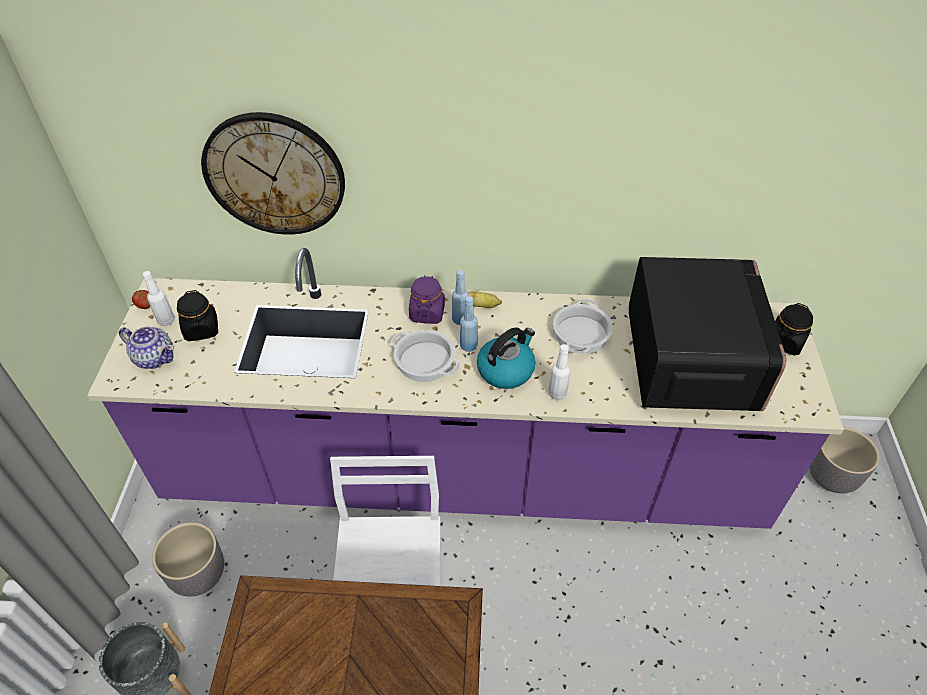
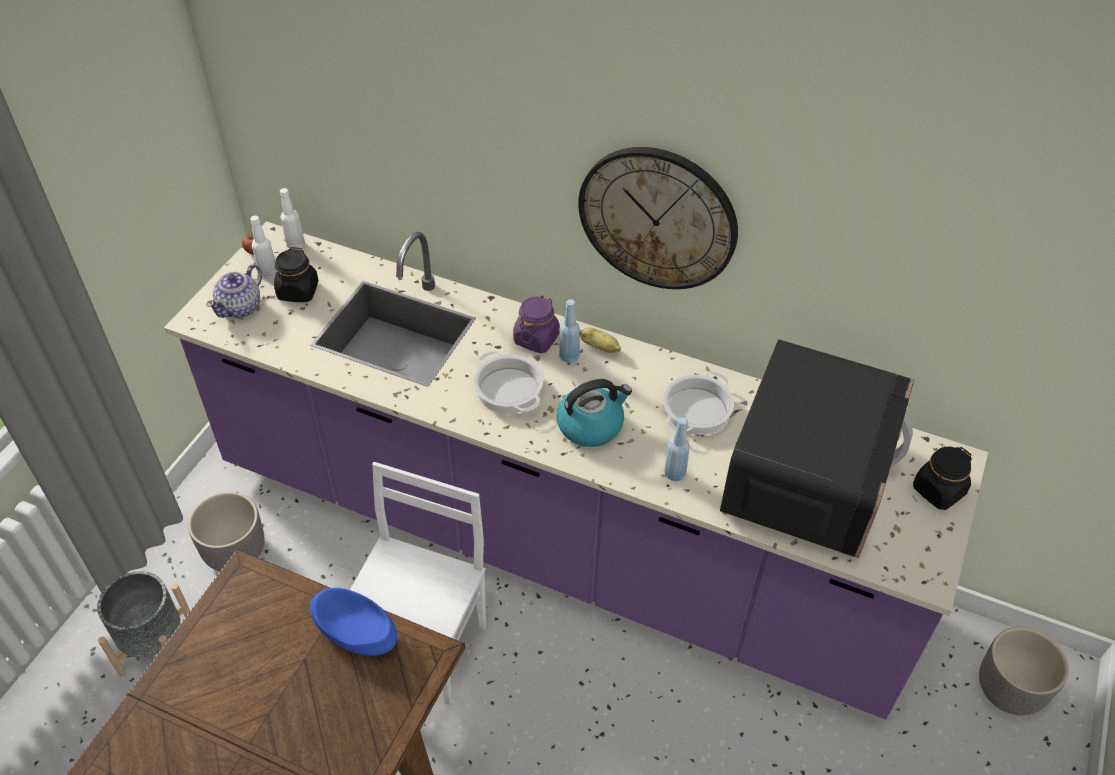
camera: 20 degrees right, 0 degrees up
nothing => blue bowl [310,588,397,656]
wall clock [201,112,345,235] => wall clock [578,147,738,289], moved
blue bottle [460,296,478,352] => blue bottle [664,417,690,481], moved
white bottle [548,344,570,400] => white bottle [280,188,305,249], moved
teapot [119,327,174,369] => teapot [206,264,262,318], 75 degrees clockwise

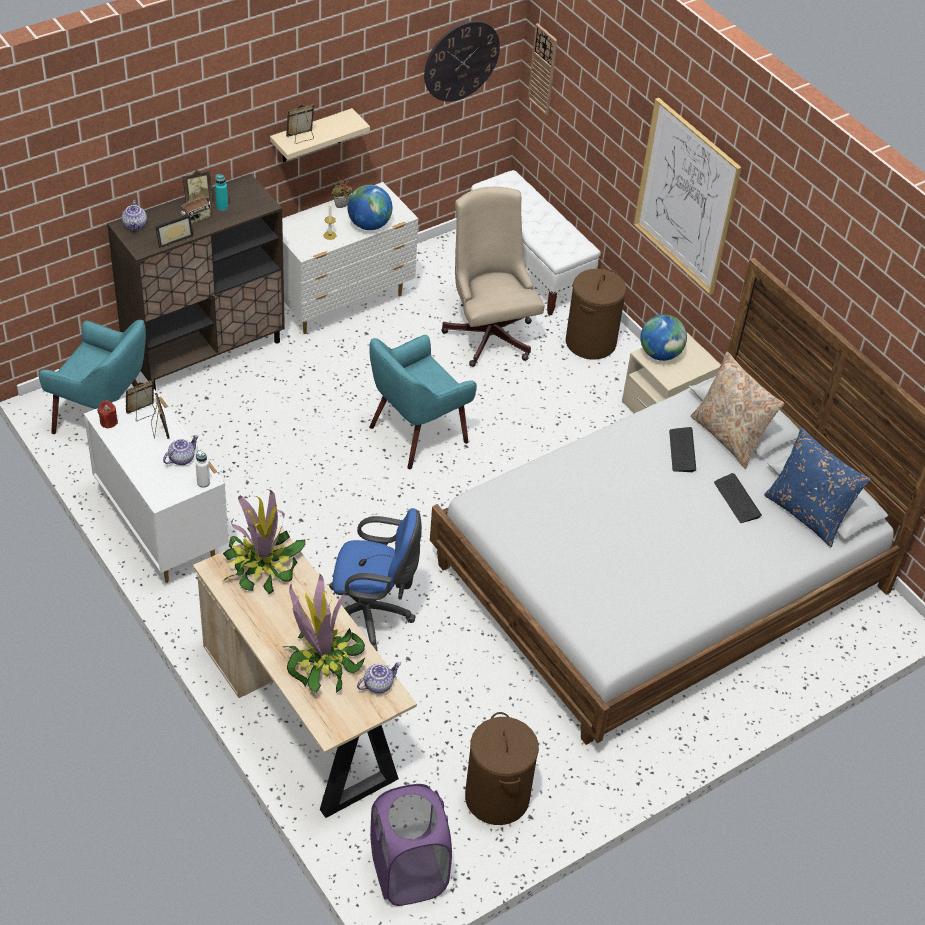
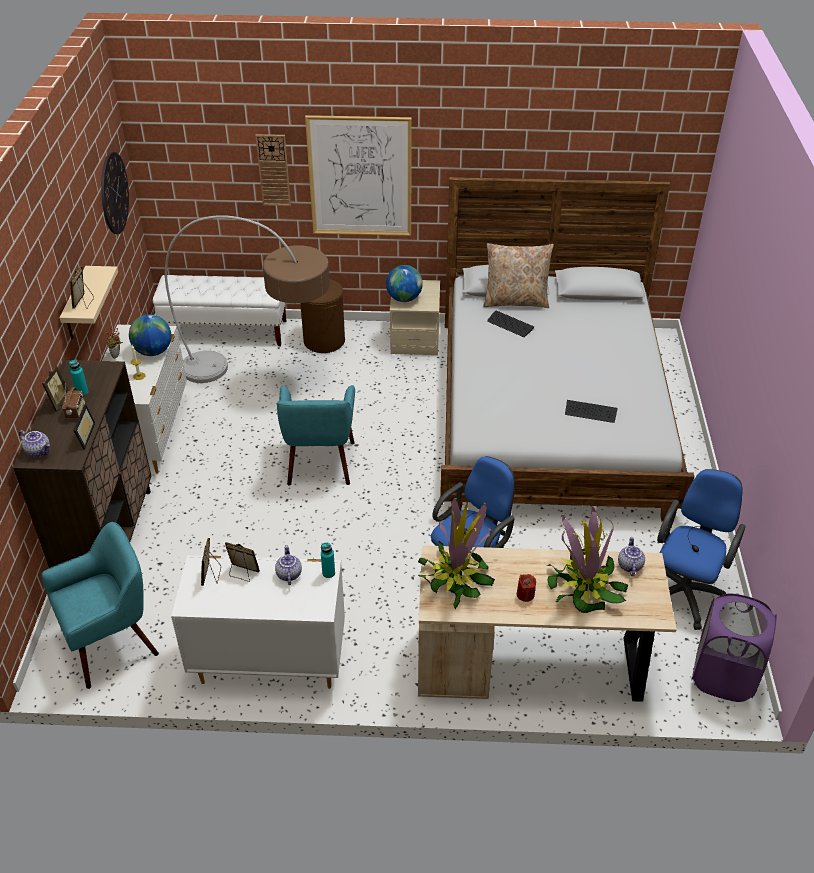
camera: 50 degrees left, 5 degrees down
blue pillow [764,428,871,547] => nothing
red candle [97,400,118,428] => red candle [517,574,536,602], moved
wall clock [528,23,557,116] => wall clock [255,134,291,206], moved
keyboard [714,473,762,523] => keyboard [565,400,618,423], moved
beige office chair [441,187,545,367] => floor lamp [165,215,330,383]
brown laundry basket [465,712,539,825] => blue office chair [657,469,746,630]
white bottle [195,450,210,488] => turquoise bottle [321,542,335,578]

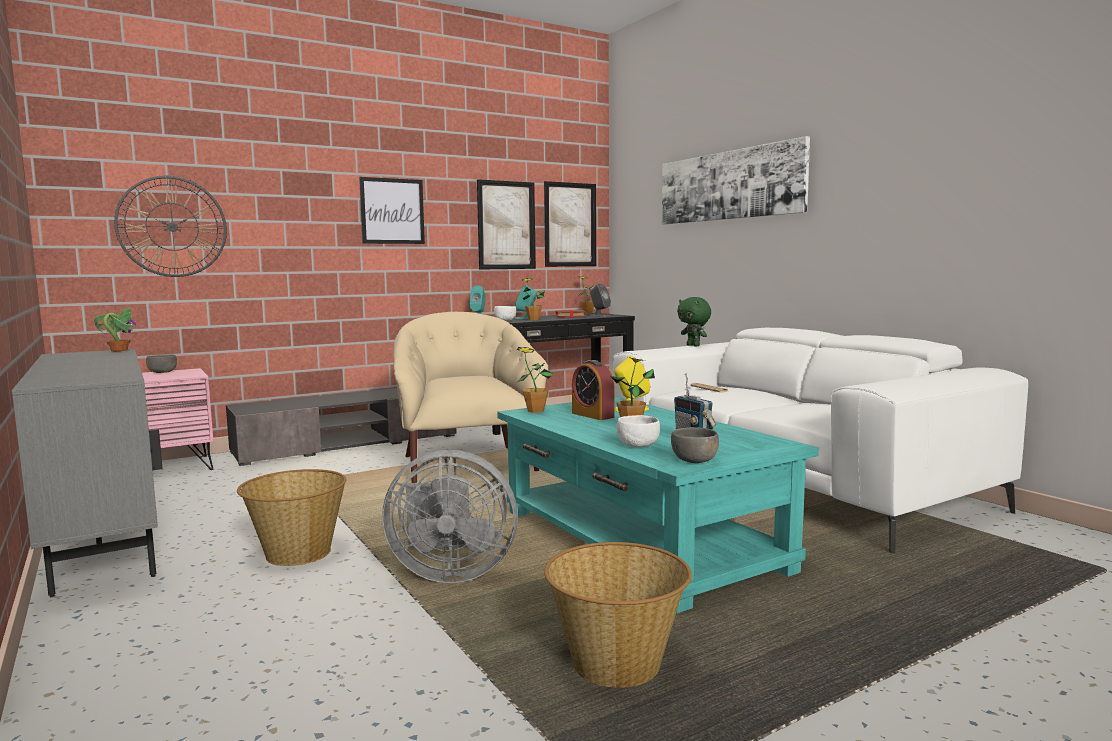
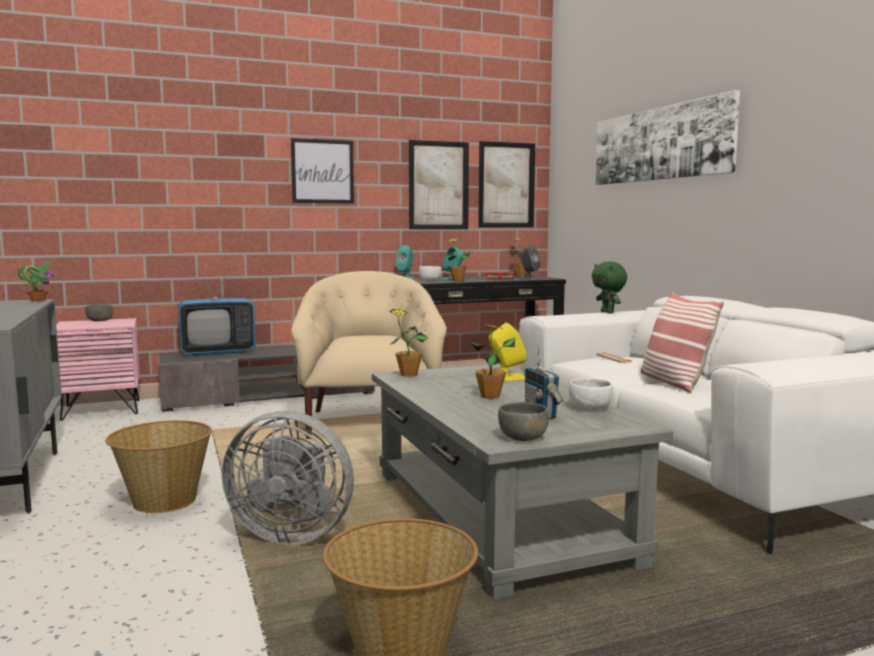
camera: 10 degrees right, 0 degrees up
wall clock [114,176,227,277] => nothing
alarm clock [572,360,614,420] => nothing
nothing => television [178,264,256,356]
nothing => pillow [641,292,724,393]
white bowl [617,415,660,447] => white bowl [569,378,613,410], moved
turquoise coffee table [497,397,819,613] => grey coffee table [372,364,673,599]

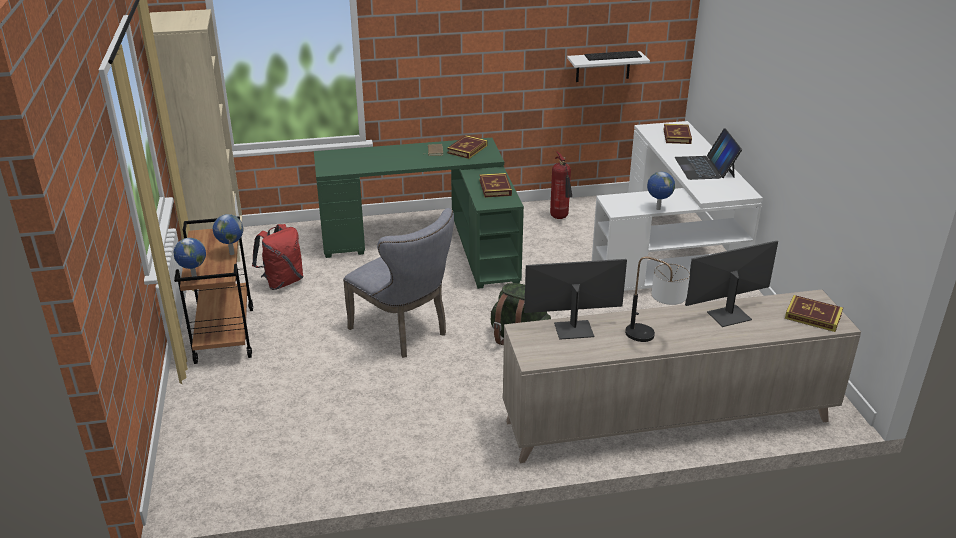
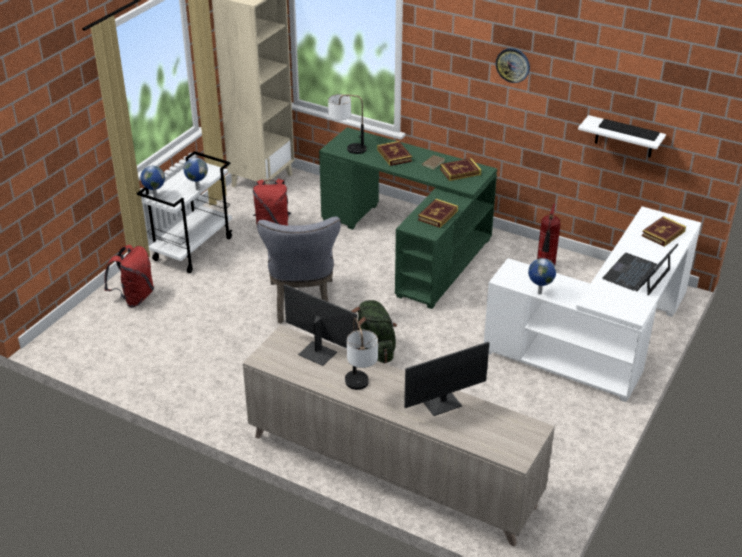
camera: 40 degrees right, 5 degrees up
nothing => red backpack [104,245,154,307]
nothing => table lamp [328,94,367,154]
nothing => wall clock [496,48,530,83]
book [785,295,843,332] => book [377,141,412,166], moved
brown cart [174,216,253,364] => white cart [137,151,233,273]
monitor [685,241,778,327] => monitor [404,342,489,416], 135 degrees clockwise

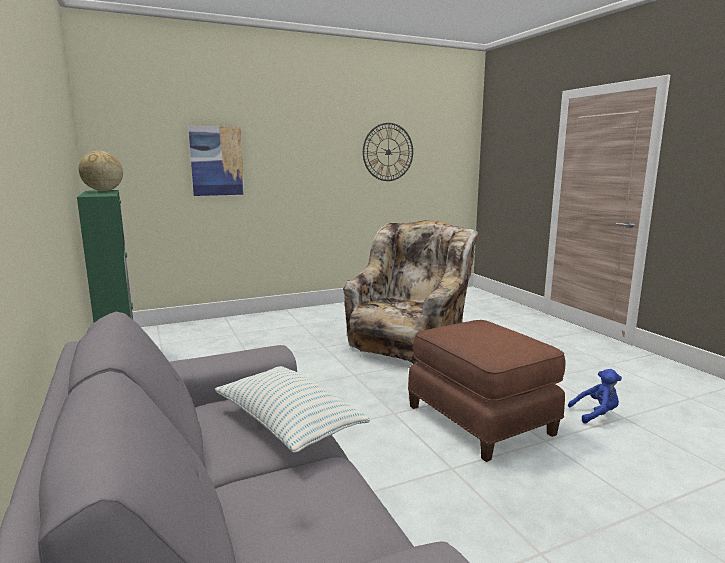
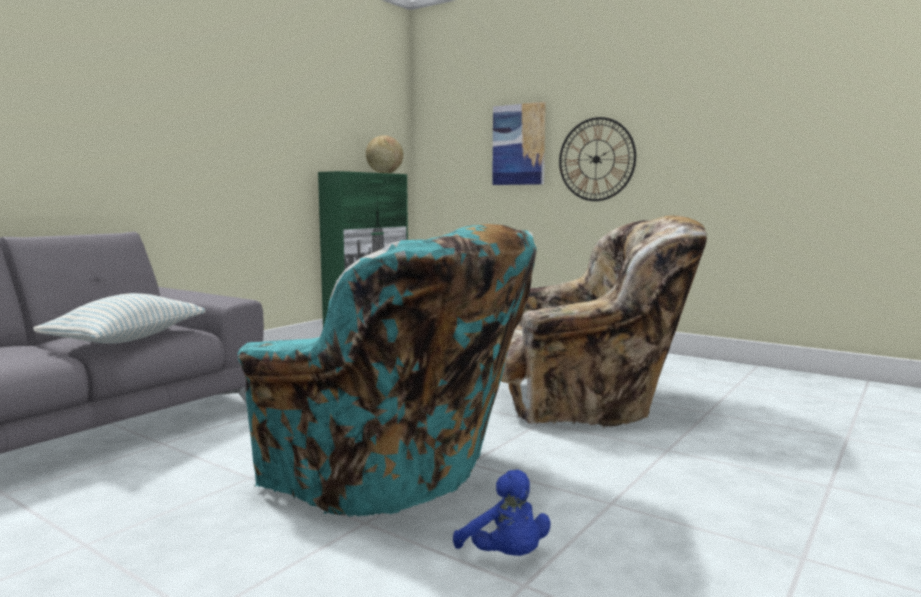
camera: 60 degrees right, 5 degrees down
wall clock [363,123,413,181] => wall clock [559,117,636,201], moved
brown ottoman [408,320,566,462] => turquoise armchair [238,224,537,517]

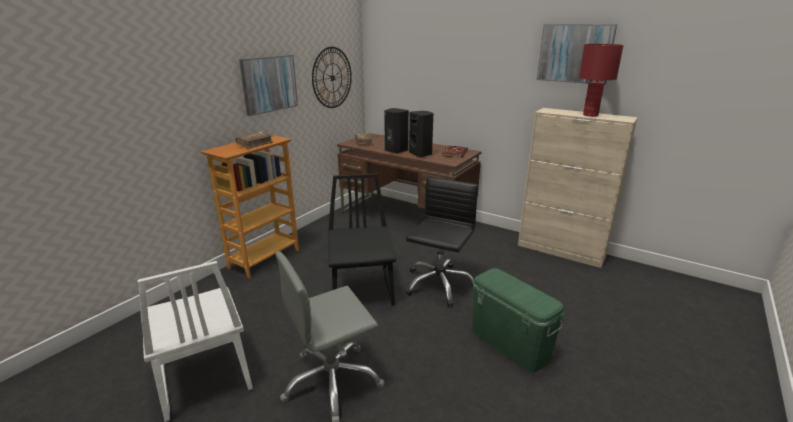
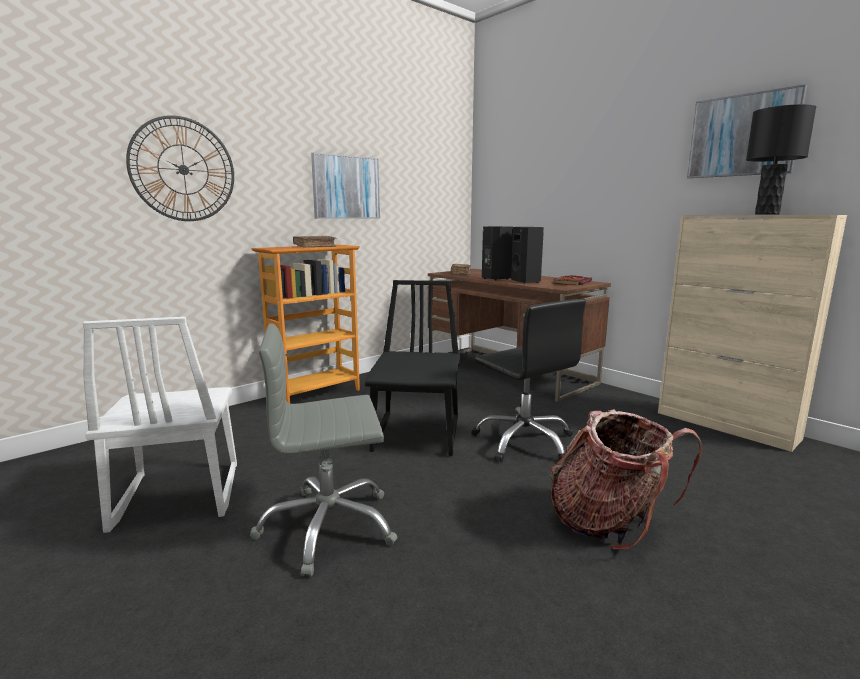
camera: 15 degrees right, 10 degrees down
wall clock [312,47,352,108] => wall clock [126,115,234,221], moved
green storage box [472,268,565,372] => backpack [550,409,703,550]
red table lamp [579,44,624,117] => black table lamp [746,104,816,215]
black office chair [405,177,479,307] => black office chair [471,299,586,462], 105 degrees clockwise

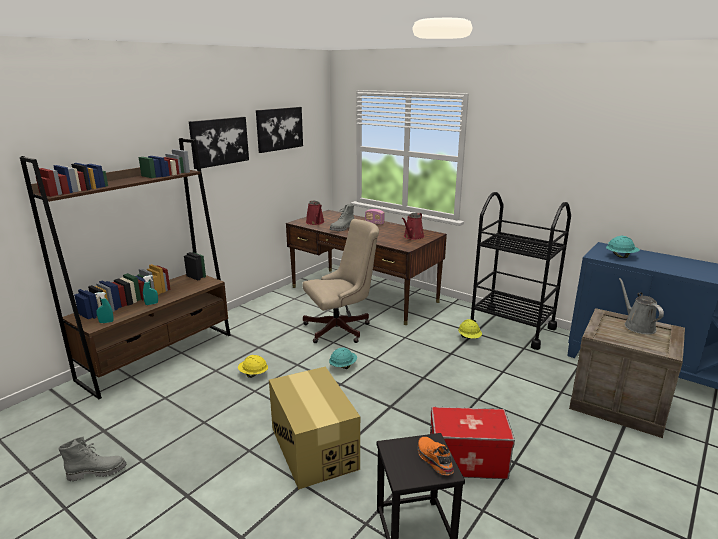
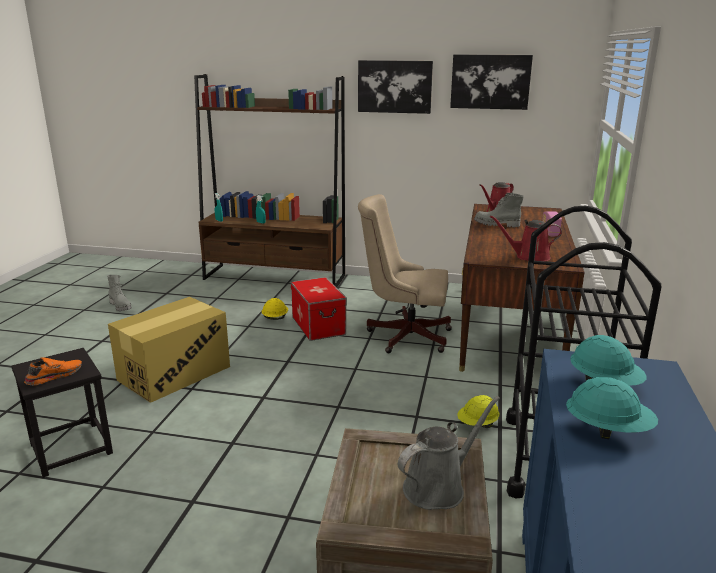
camera: 65 degrees right, 0 degrees up
turquoise hard hat [329,347,357,369] => turquoise hard hat [566,377,658,439], moved
storage box [430,407,515,479] => storage box [291,277,347,341], moved
beige office chair [303,219,379,343] => beige office chair [358,194,452,353], 150 degrees clockwise

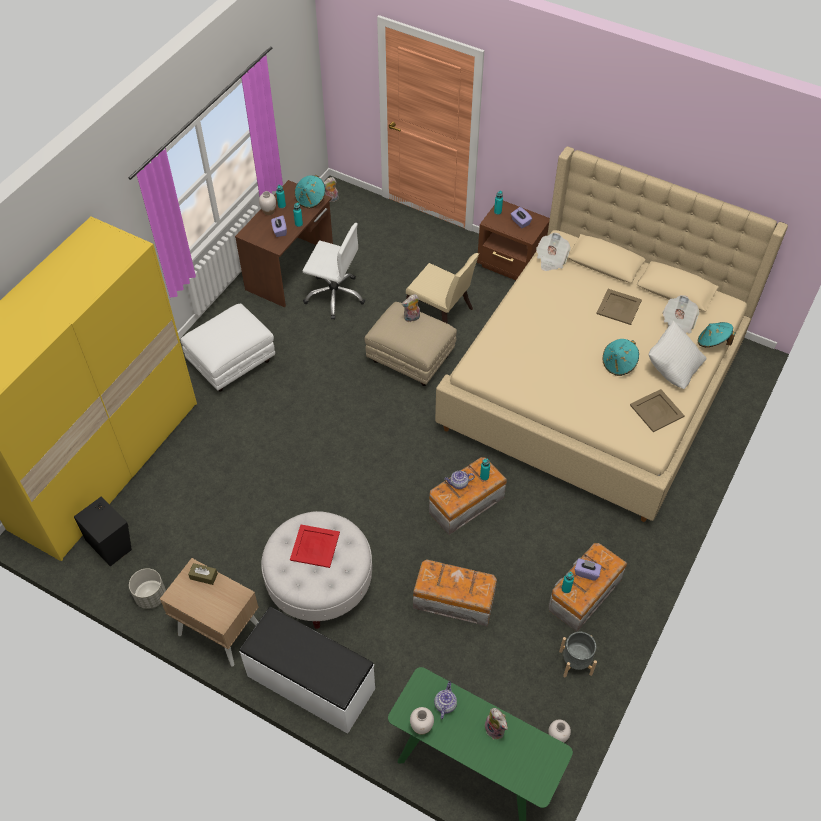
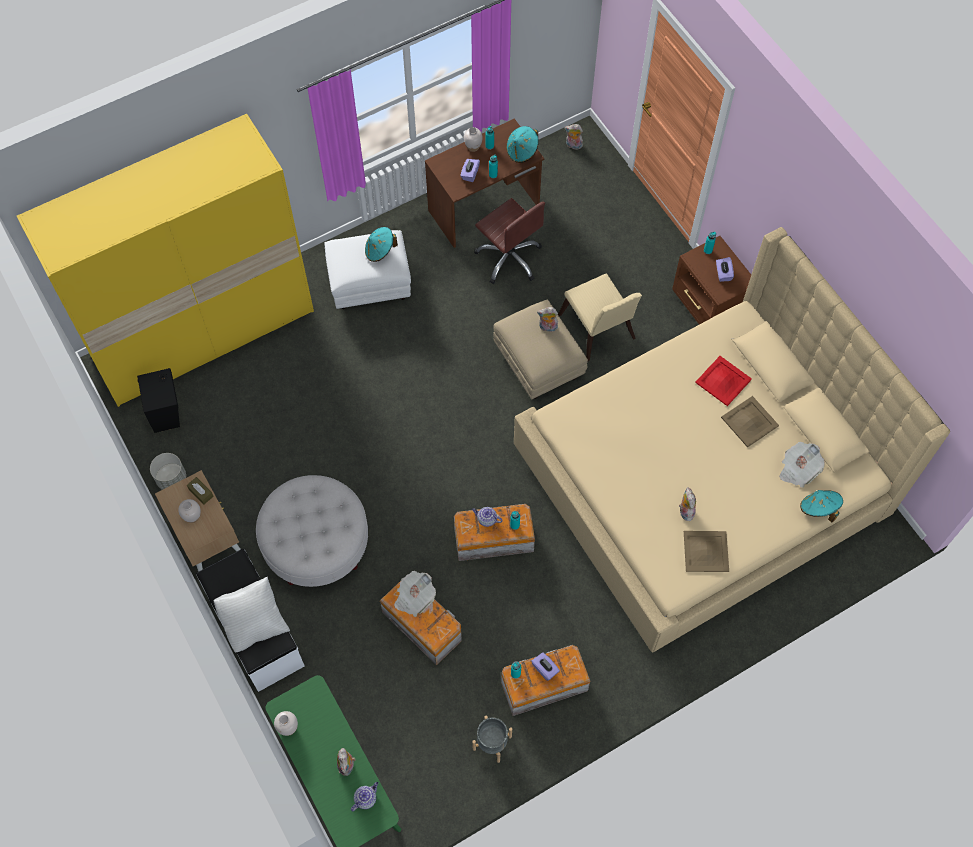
camera: 30 degrees right, 10 degrees up
nothing => plush toy [679,487,696,521]
red tray [290,525,340,568] => red tray [695,356,752,406], moved
teapot [434,681,457,719] => teapot [351,782,378,812], moved
newspaper [536,233,571,271] => newspaper [394,571,436,617], moved
white vase [548,719,571,743] => white vase [178,499,201,523], moved
turquoise hat [603,339,639,376] => turquoise hat [365,227,398,262], moved
white pillow [649,321,707,389] => white pillow [213,577,290,652], moved
white office chair [303,223,365,319] => brown office chair [474,198,545,284]

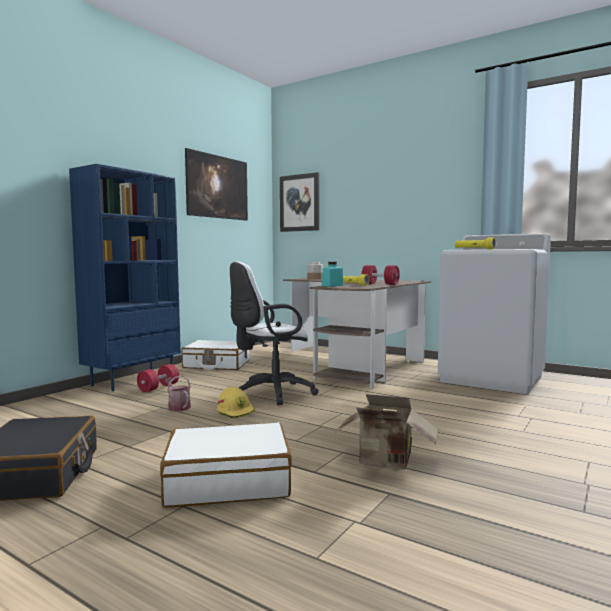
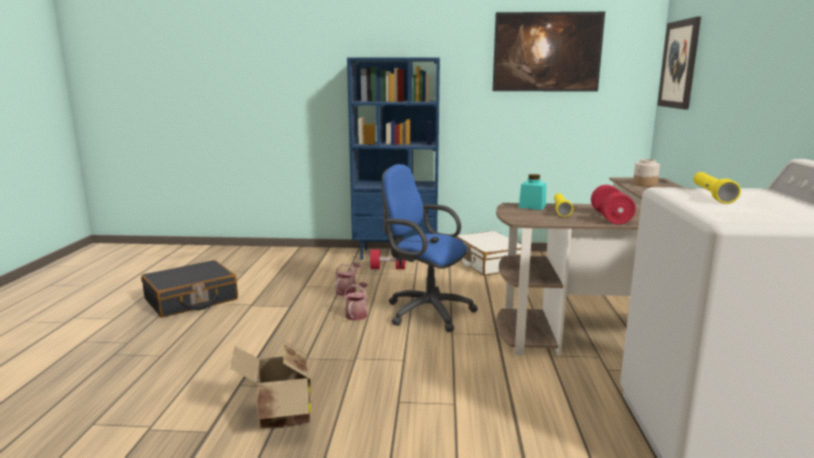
camera: 60 degrees right, 10 degrees up
white suitcase [160,422,292,508] => nothing
yellow hard hat [217,387,255,419] => watering can [344,282,368,321]
white office chair [230,261,319,405] => blue office chair [382,164,478,332]

